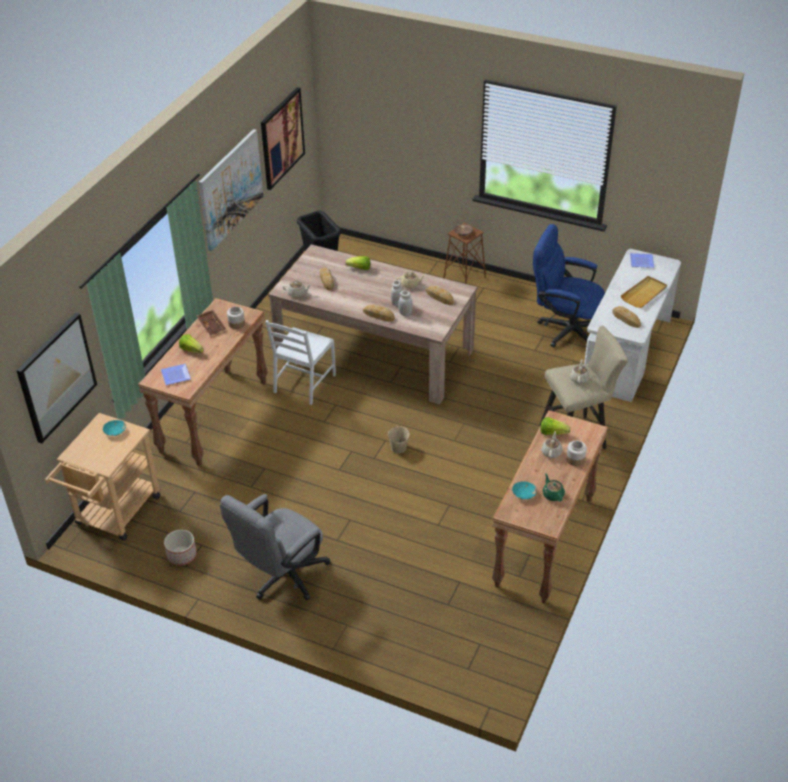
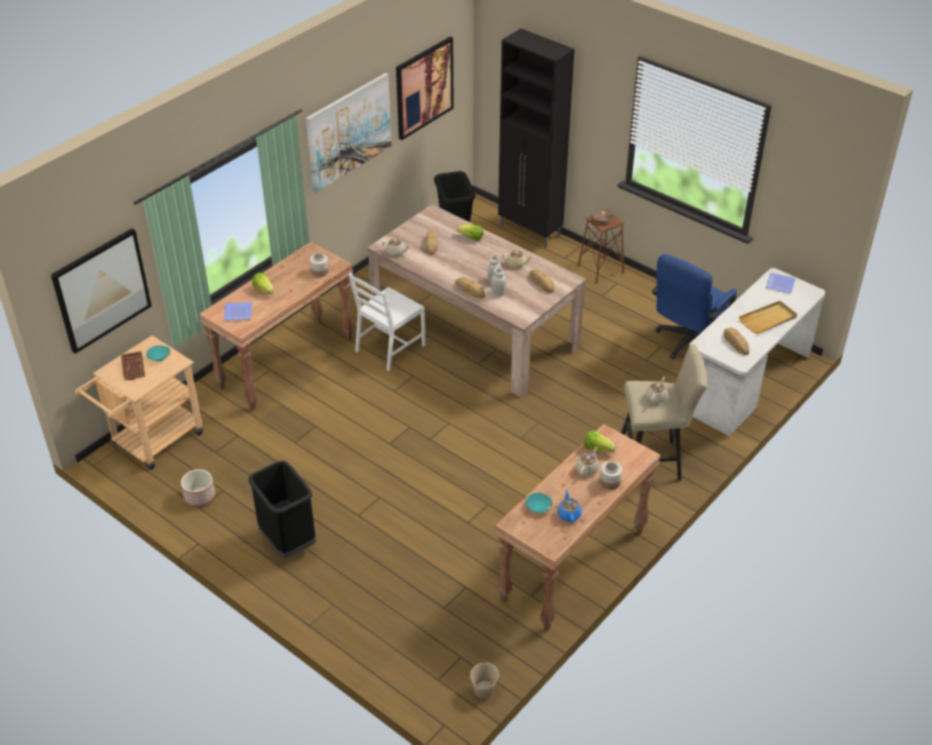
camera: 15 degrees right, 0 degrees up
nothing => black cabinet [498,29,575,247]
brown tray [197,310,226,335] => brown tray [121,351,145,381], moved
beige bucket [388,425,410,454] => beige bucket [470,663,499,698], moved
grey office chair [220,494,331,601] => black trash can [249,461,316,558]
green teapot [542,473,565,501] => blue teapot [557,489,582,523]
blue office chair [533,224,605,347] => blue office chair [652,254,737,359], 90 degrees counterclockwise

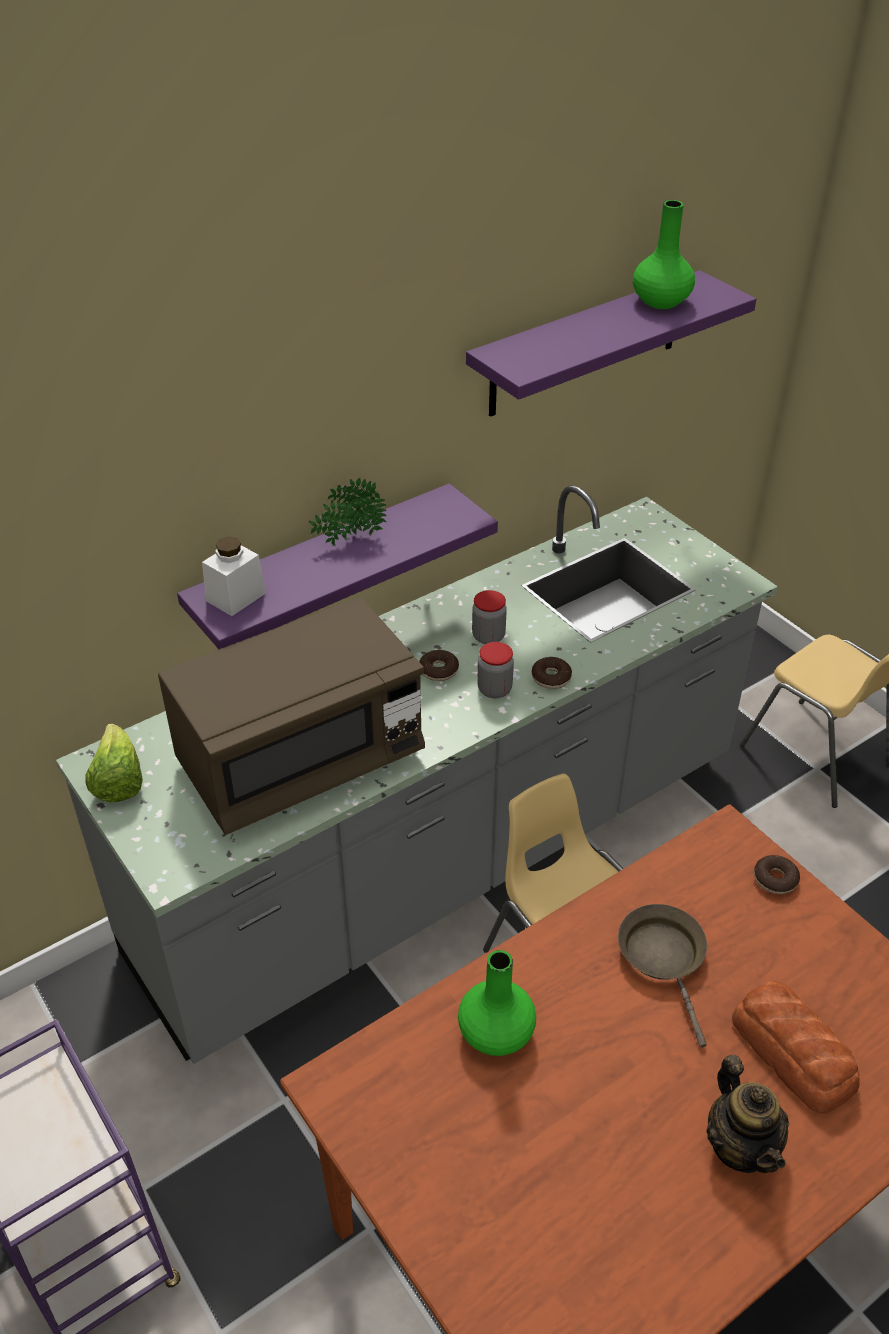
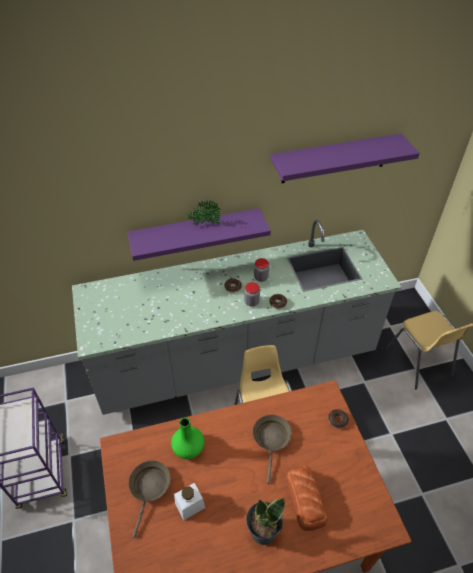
camera: 20 degrees right, 5 degrees up
lettuce [85,724,143,802] => nothing
brown microwave [158,597,425,835] => nothing
green vase [633,200,695,309] => nothing
nothing => brown frying pan [129,461,171,538]
white jar [202,537,266,616] => white jar [174,483,205,521], moved
teapot [706,1055,789,1173] => potted plant [246,498,285,545]

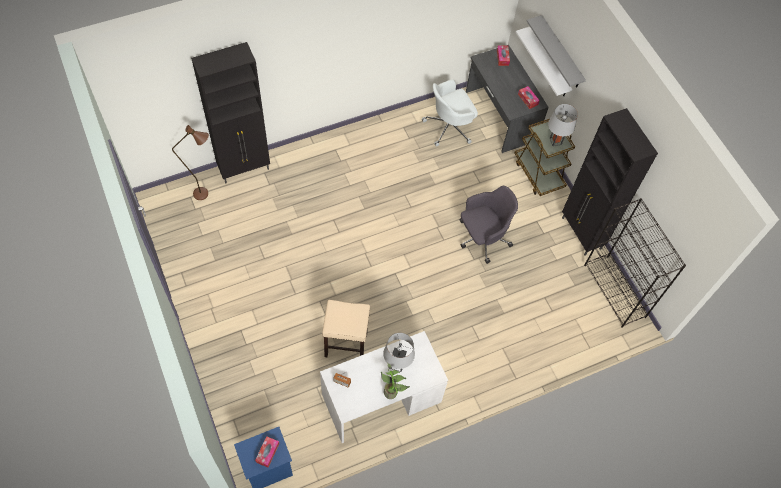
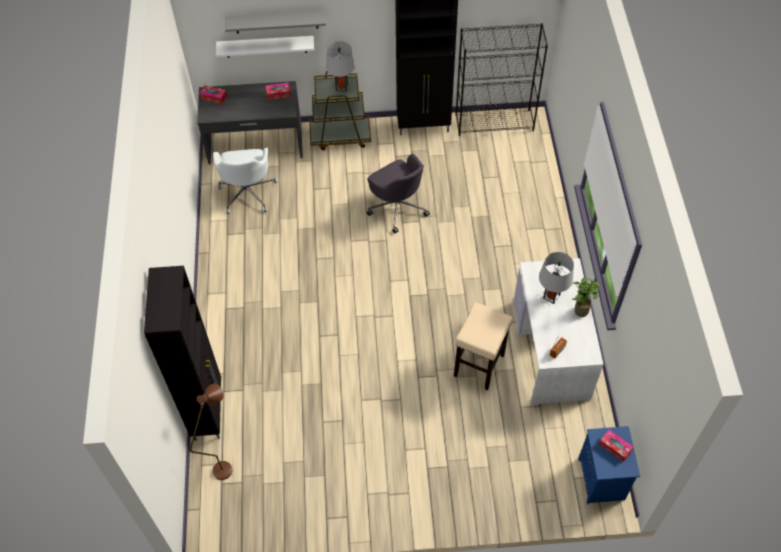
camera: 65 degrees left, 5 degrees down
grey office chair [460,186,518,264] => grey office chair [367,153,430,234], 150 degrees clockwise

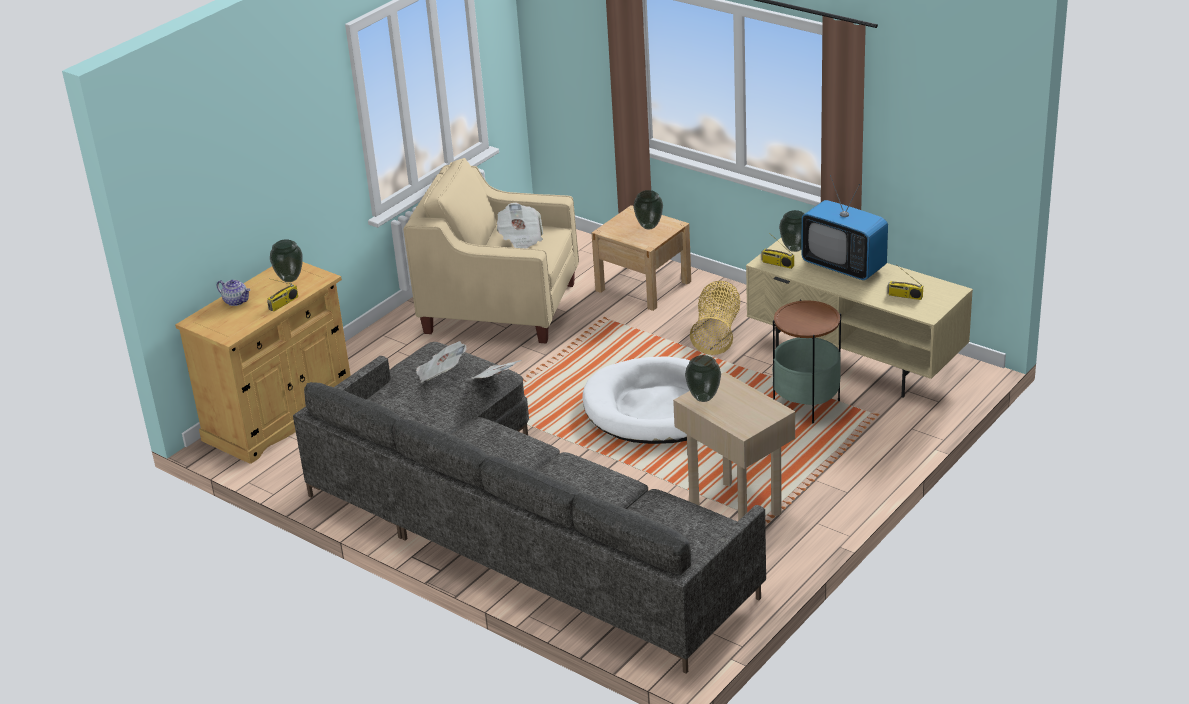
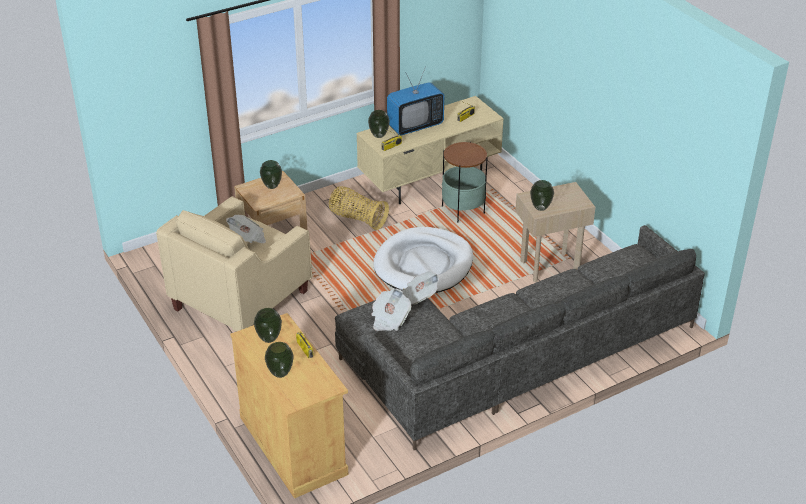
camera: 70 degrees left, 5 degrees up
teapot [217,280,250,306] => vase [265,342,294,378]

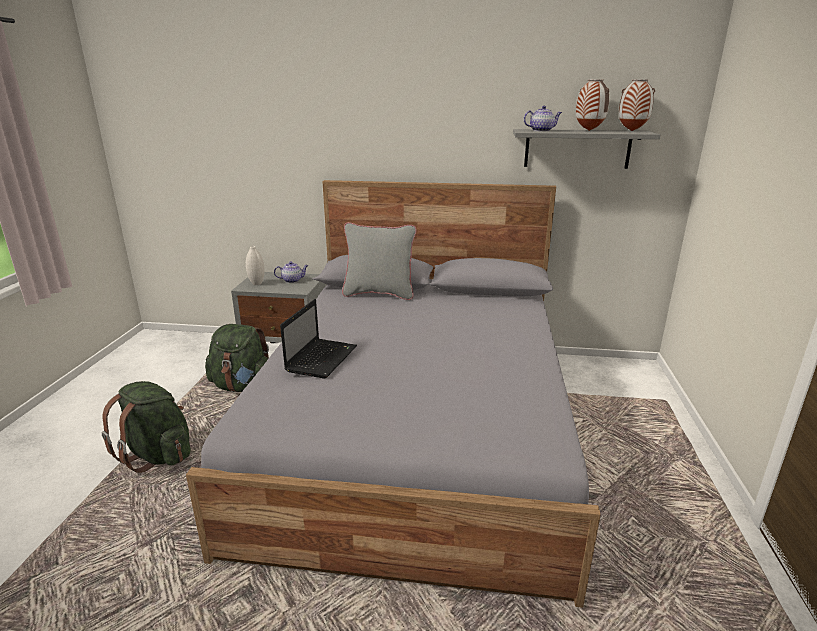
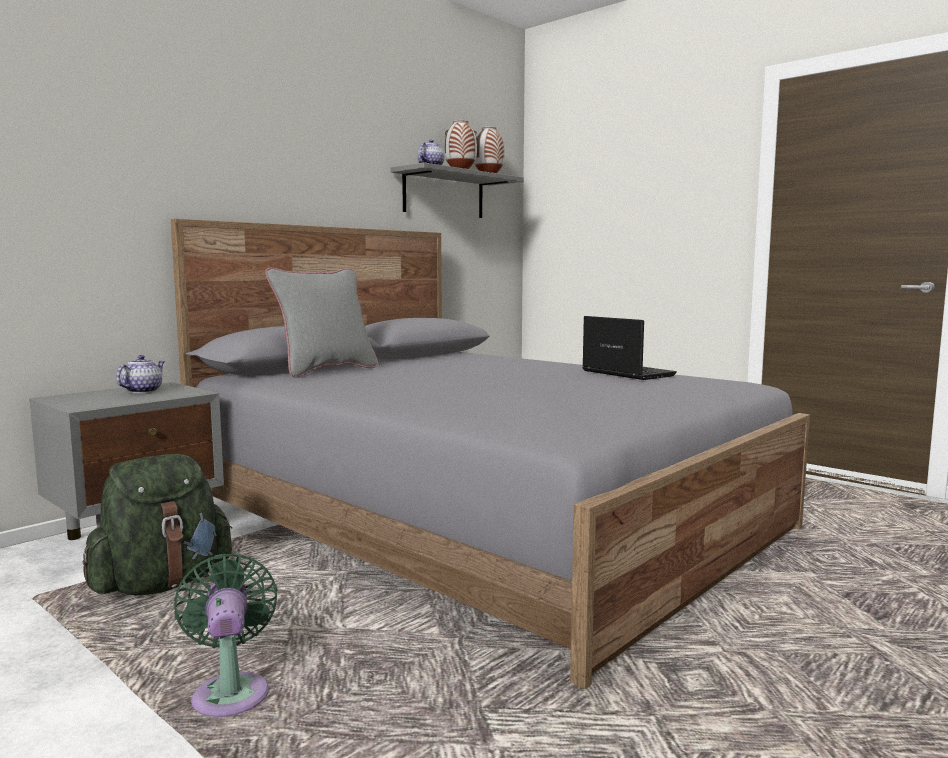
camera: 55 degrees left, 15 degrees down
white vase [246,246,265,285] => nothing
laptop [280,299,357,379] => laptop [582,316,677,380], moved
green backpack [102,381,191,473] => green fan [174,554,277,717]

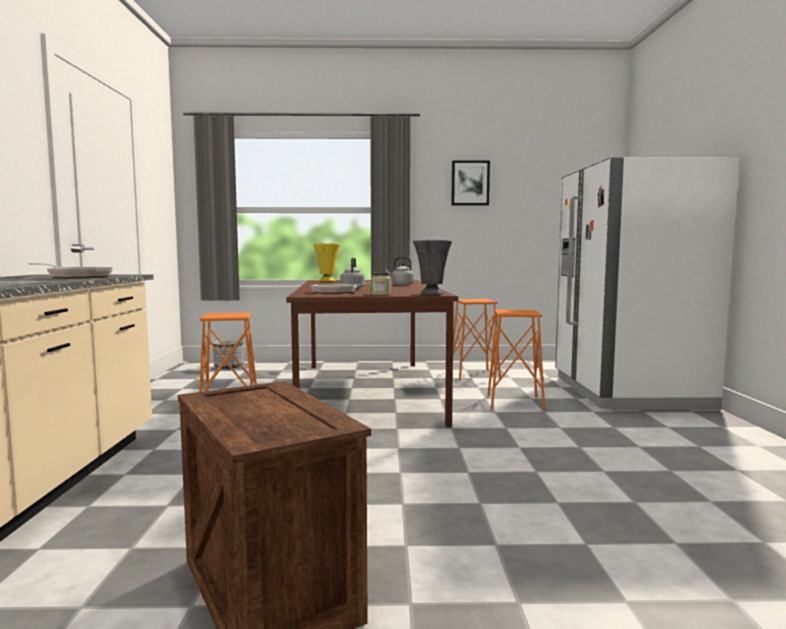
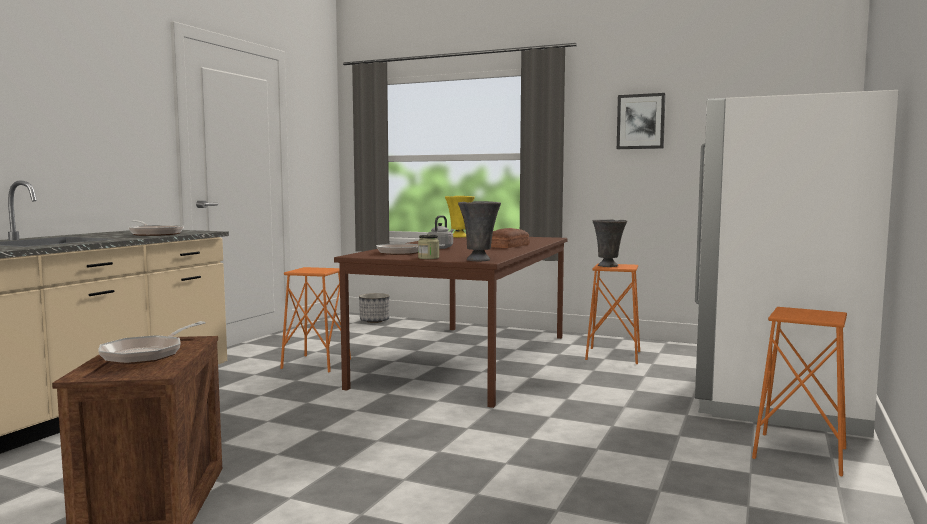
camera: 25 degrees right, 0 degrees up
nothing => frying pan [98,321,206,364]
nothing => grey vase [593,220,627,267]
orange stool [487,309,545,411] => orange stool [752,307,847,476], moved
grey kettle [385,257,414,286] => bread [491,228,530,248]

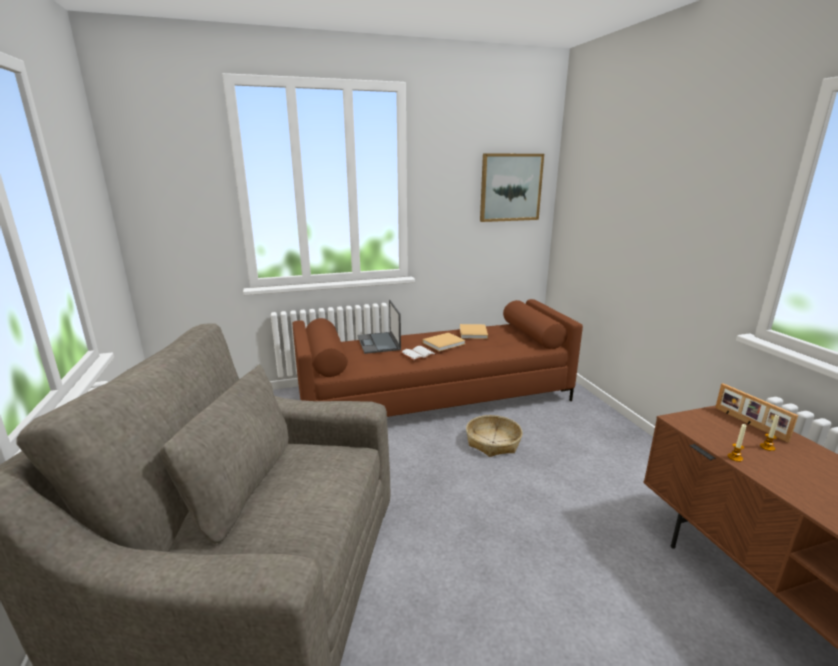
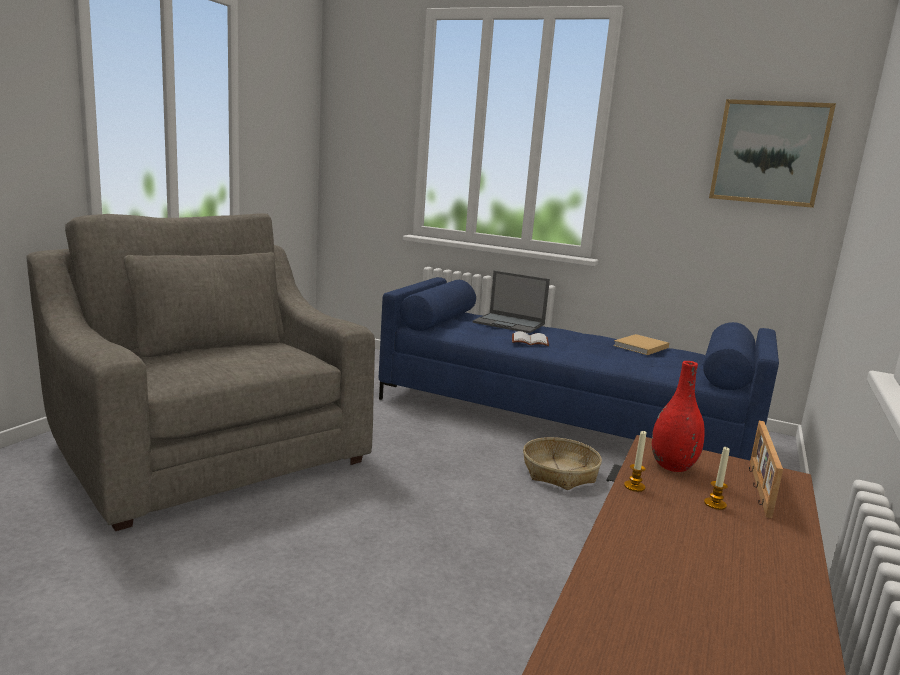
camera: 40 degrees right, 5 degrees down
beige book [423,333,466,351] => nothing
nothing => red vase [652,361,704,472]
brown sofa [292,299,583,417] => blue sofa [379,277,779,460]
laptop [357,300,401,354] => laptop [473,271,550,333], 90 degrees counterclockwise

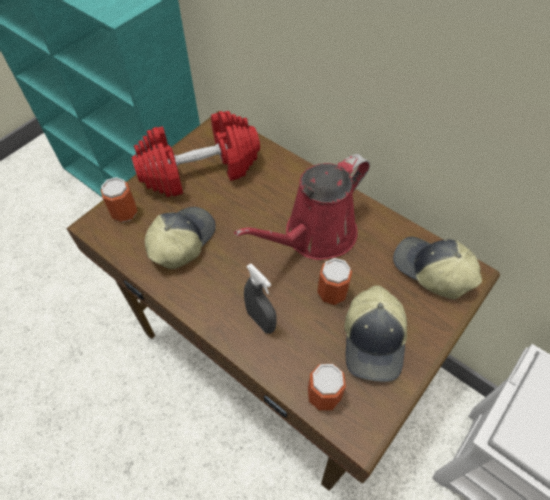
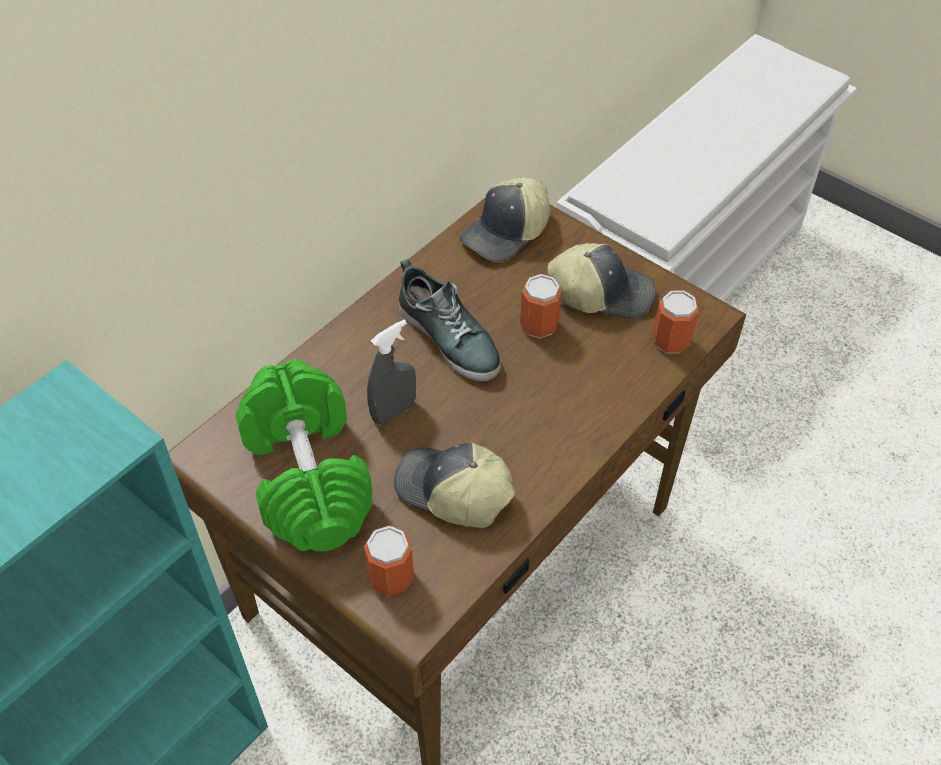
camera: 90 degrees left, 5 degrees down
grey spray bottle [244,264,277,334] => grey spray bottle [367,320,416,424], moved
red watering can [234,154,370,260] => shoe [398,259,501,381]
red dumbbell [132,111,260,197] => green dumbbell [235,359,373,551]

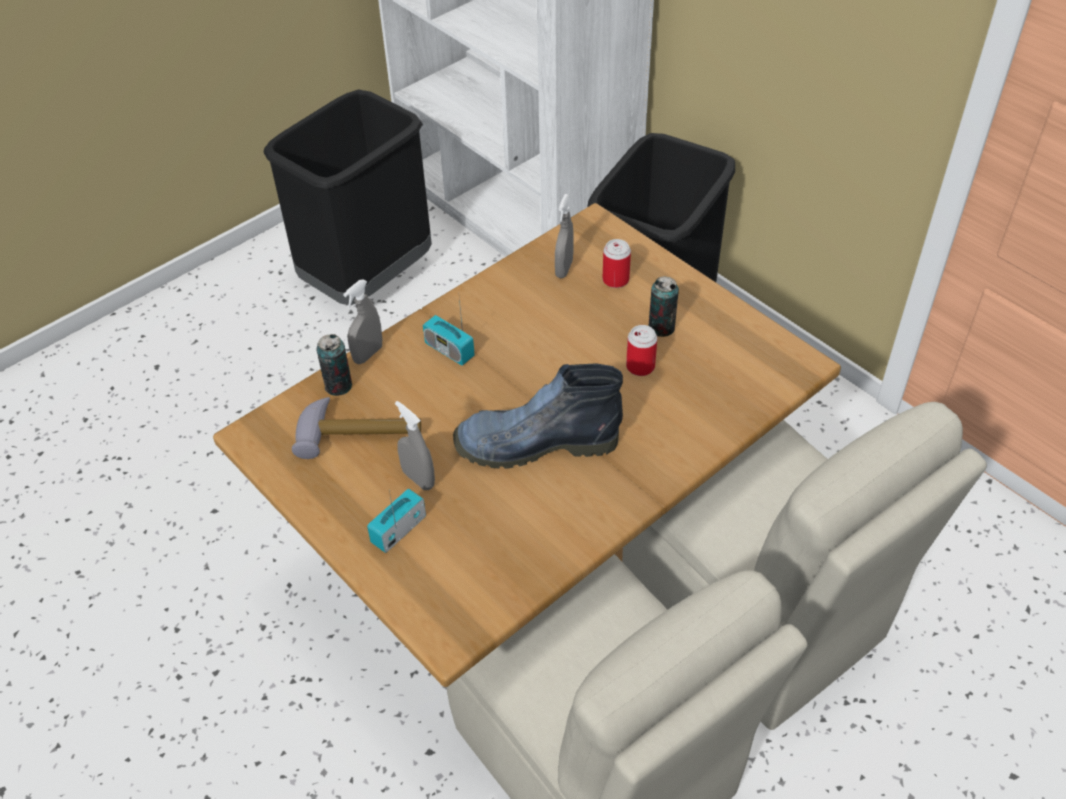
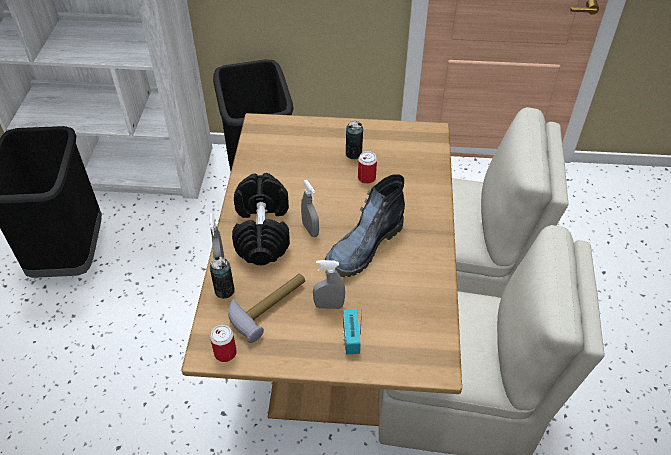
camera: 45 degrees left, 0 degrees up
grey spray bottle [555,194,574,278] => grey spray bottle [301,180,319,237], moved
can [603,239,631,288] => can [210,325,237,362], moved
radio [423,299,475,366] => black dumbbell [232,173,290,265]

